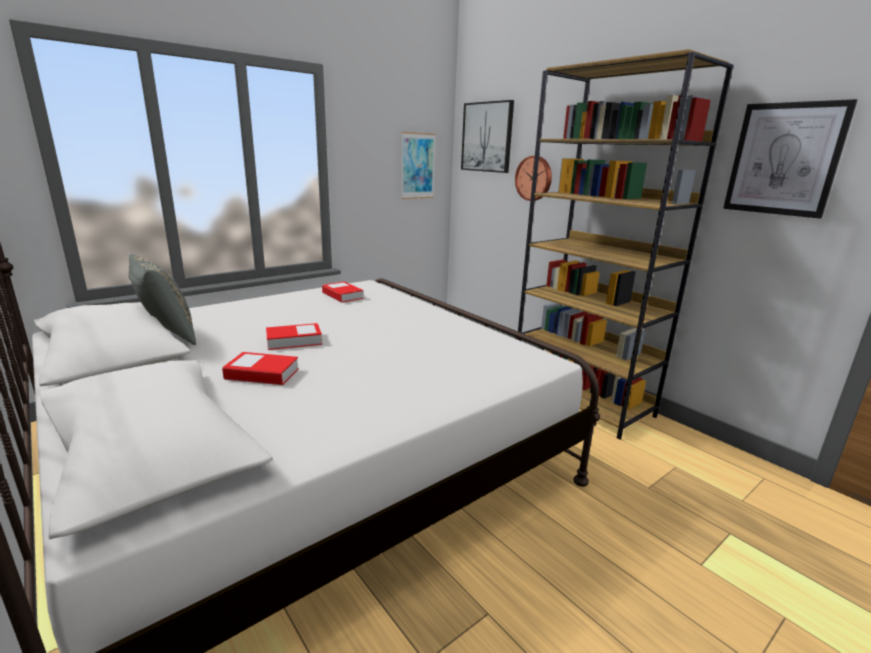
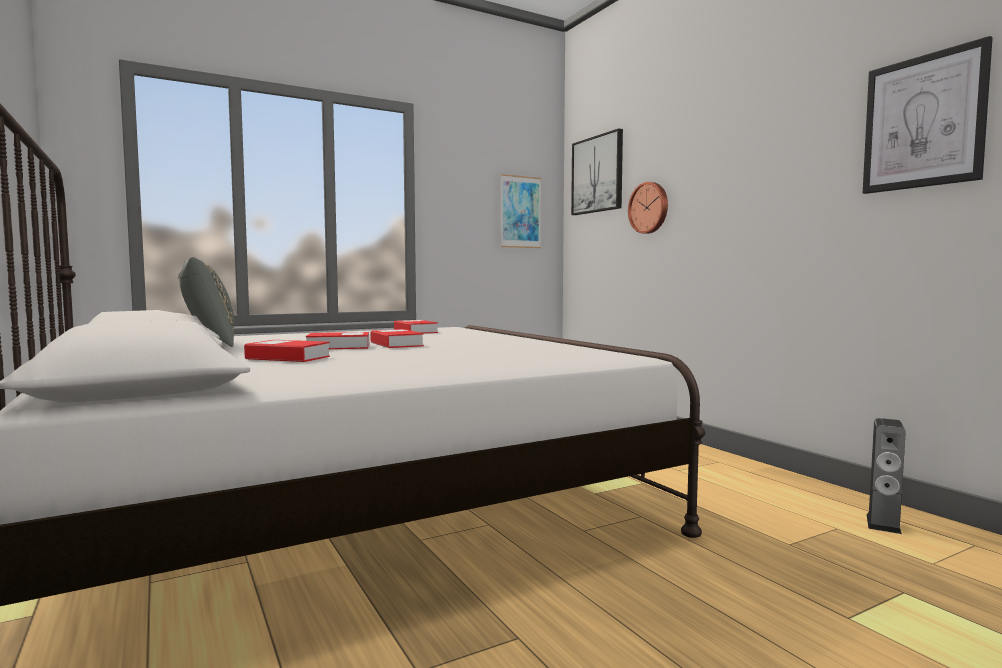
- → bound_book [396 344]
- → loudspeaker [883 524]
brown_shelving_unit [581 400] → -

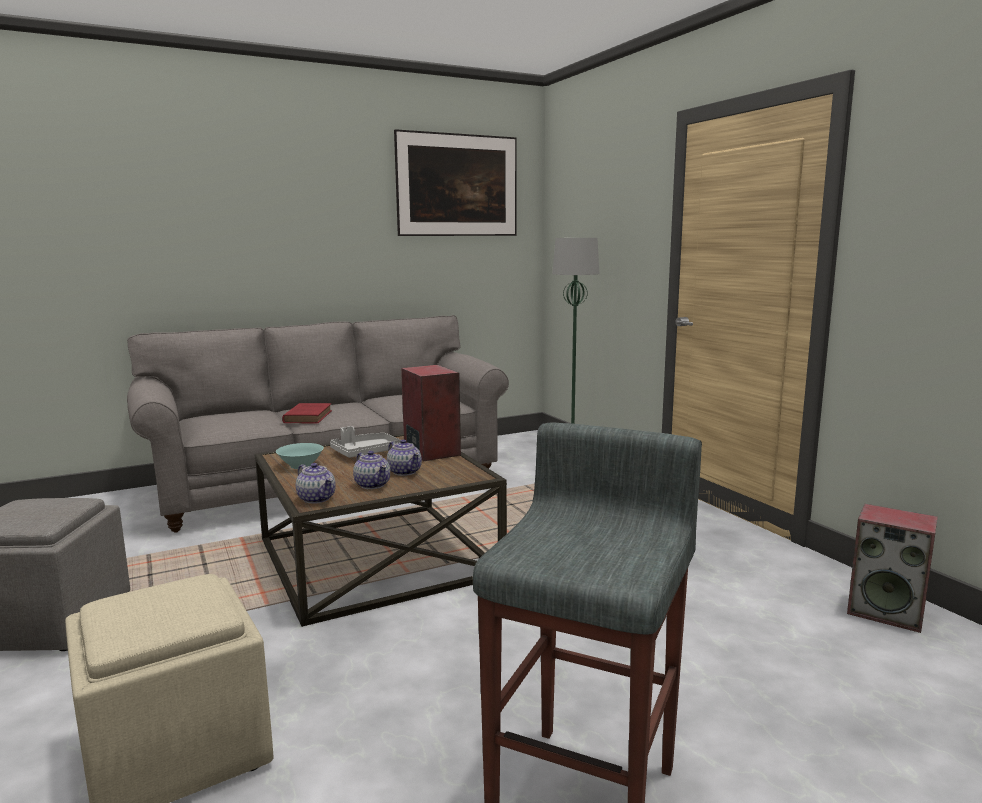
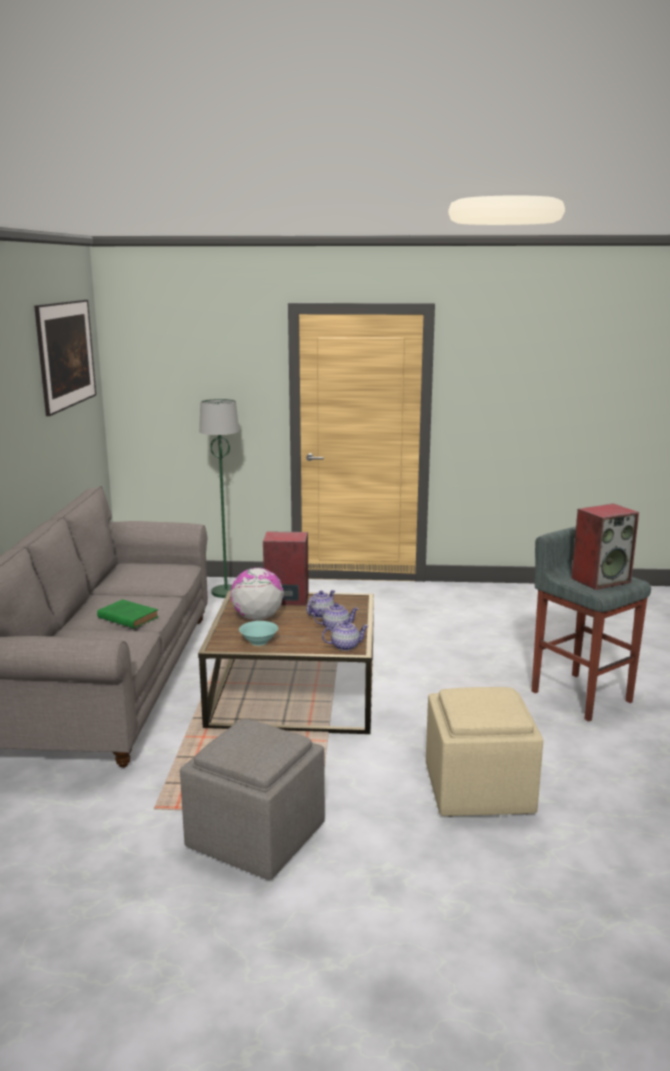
red-coloured_bound_book [308 416] → greenish_bound_book [127 617]
grey_carrying_tray [365 453] → desk_globe [257 618]
pot_for_tea [404 472] → pot_for_tea [320 614], 45 degrees counterclockwise
loudspeaker [887 612] → loudspeaker [601 580], move

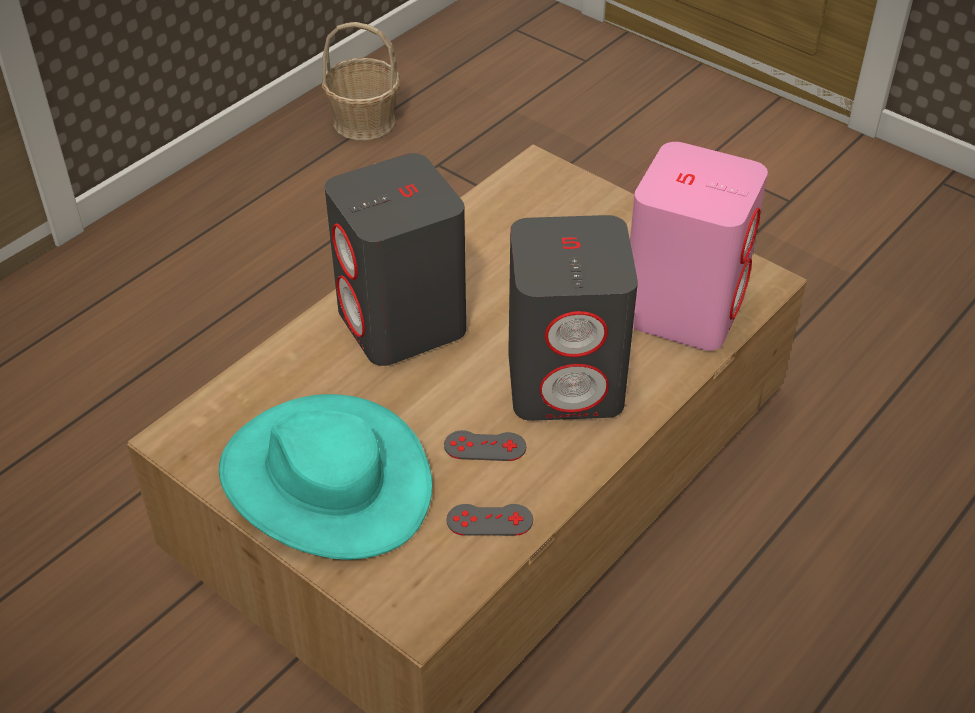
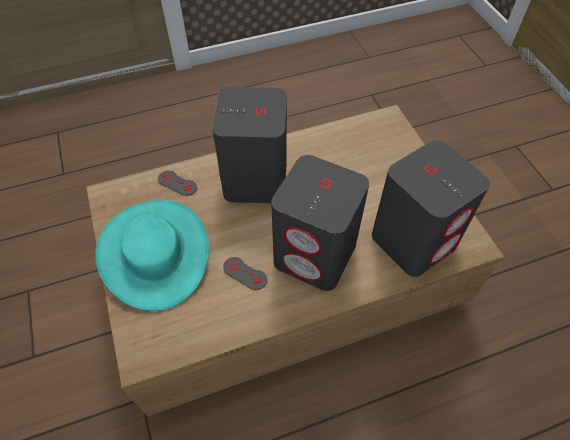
grey_gamepad [489 520] → grey_gamepad [177 183], move
pink-coloured_loudspeaker [684 307] → grey_loudspeaker [414 240]
basket [363 121] → -

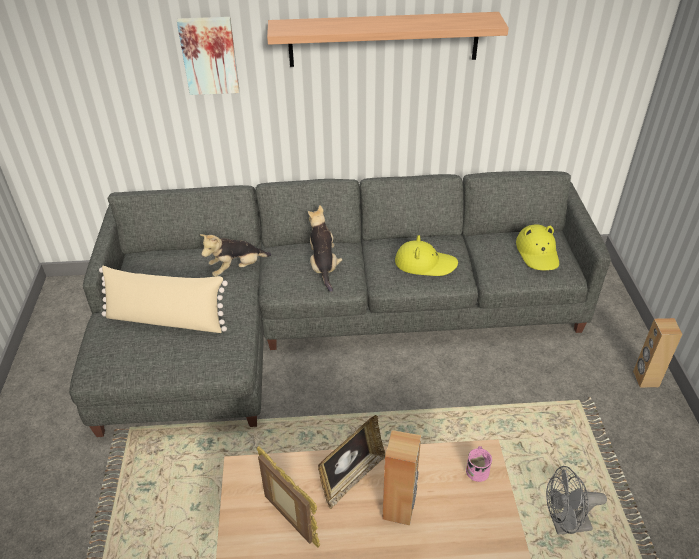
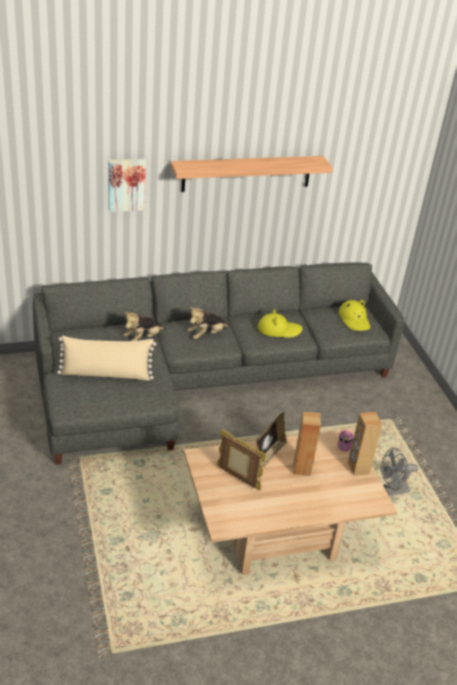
cuddly_toy [323 266] → cuddly_toy [206 334], 105 degrees counterclockwise
brown_loudspeaker [645 379] → brown_loudspeaker [358 468], move

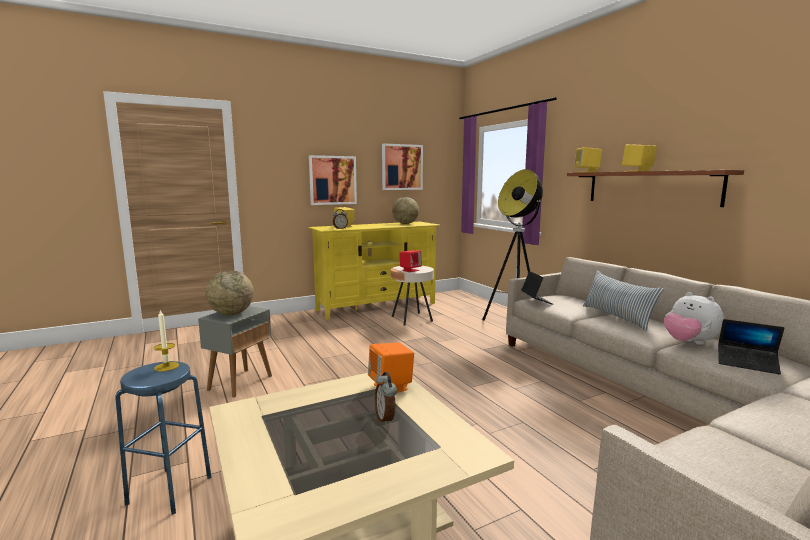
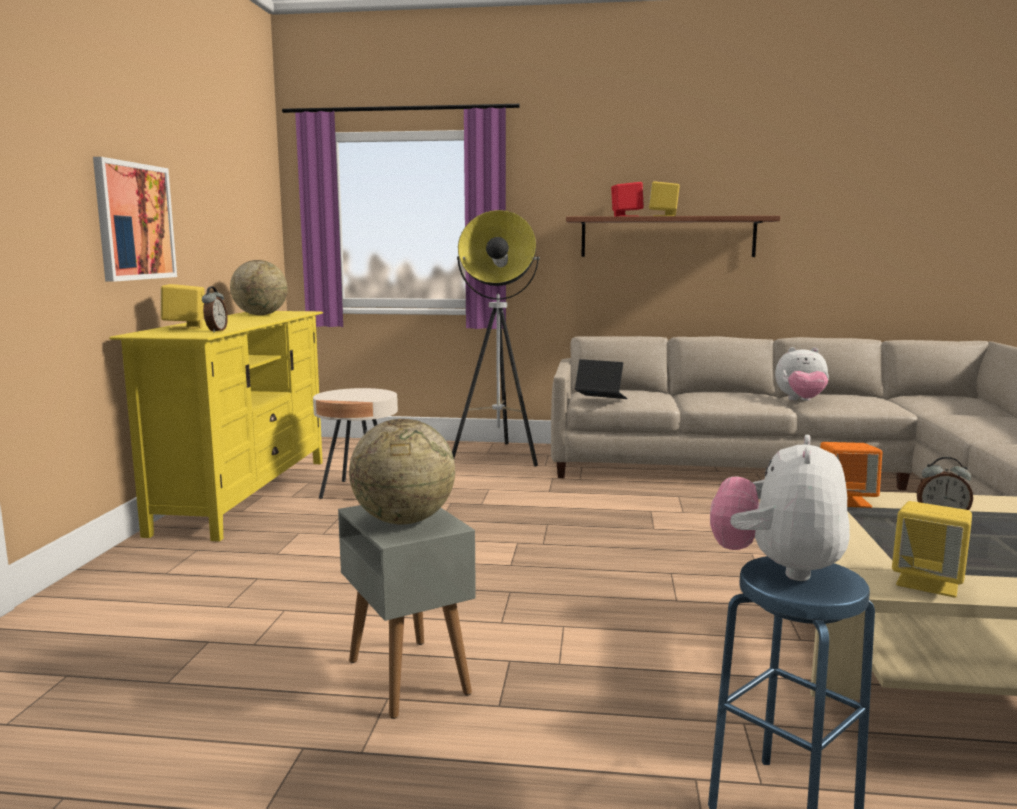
red-coloured_loudspeaker [410 270] → red-coloured_loudspeaker [626 216], move
candle [166 367] → cuddly_toy [777 568]
yellow-coloured_loudspeaker [587 172] → yellow-coloured_loudspeaker [928 583], move
wall_picture [402 167] → -
cushion [617 317] → -
notebook_computer [747 363] → -

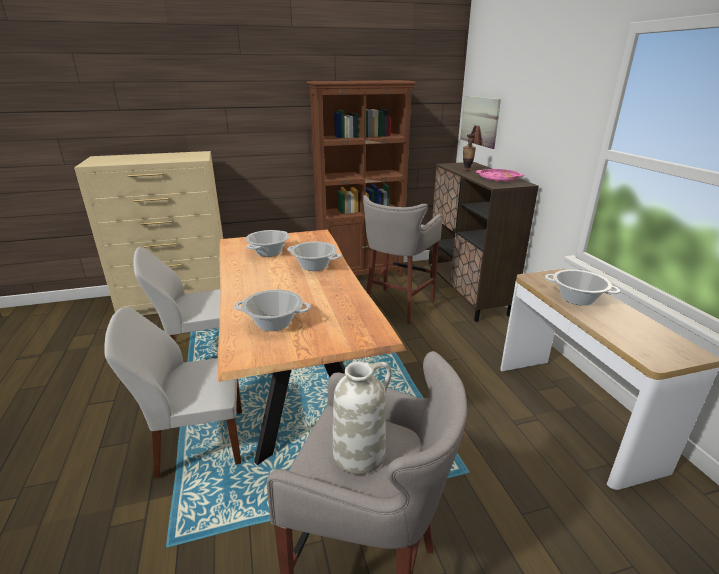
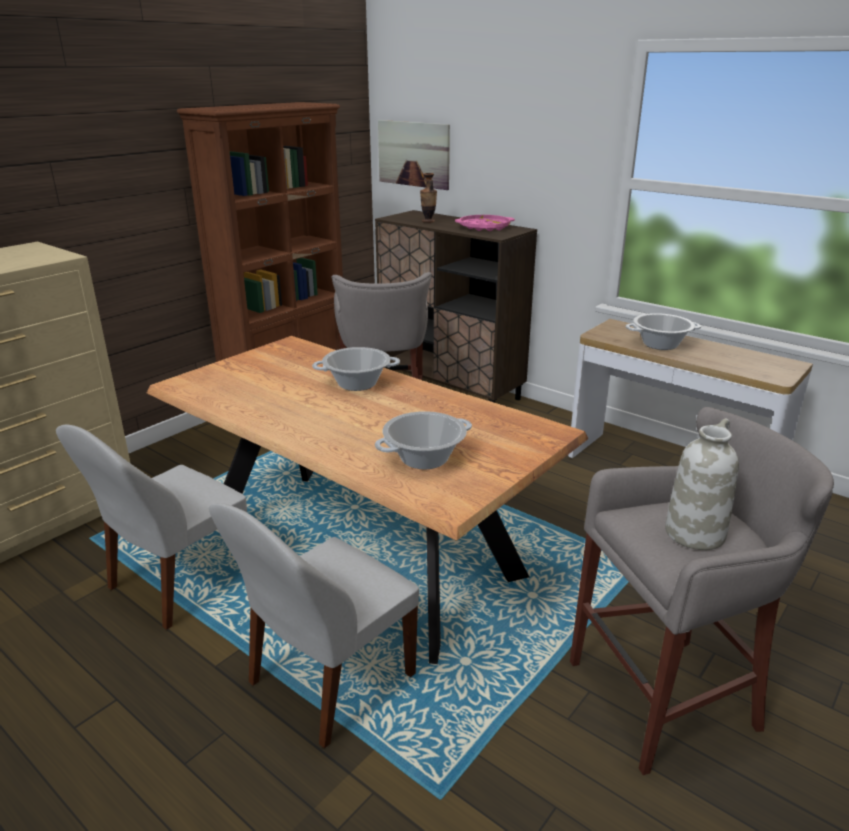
cooking_pot [269 253] → -

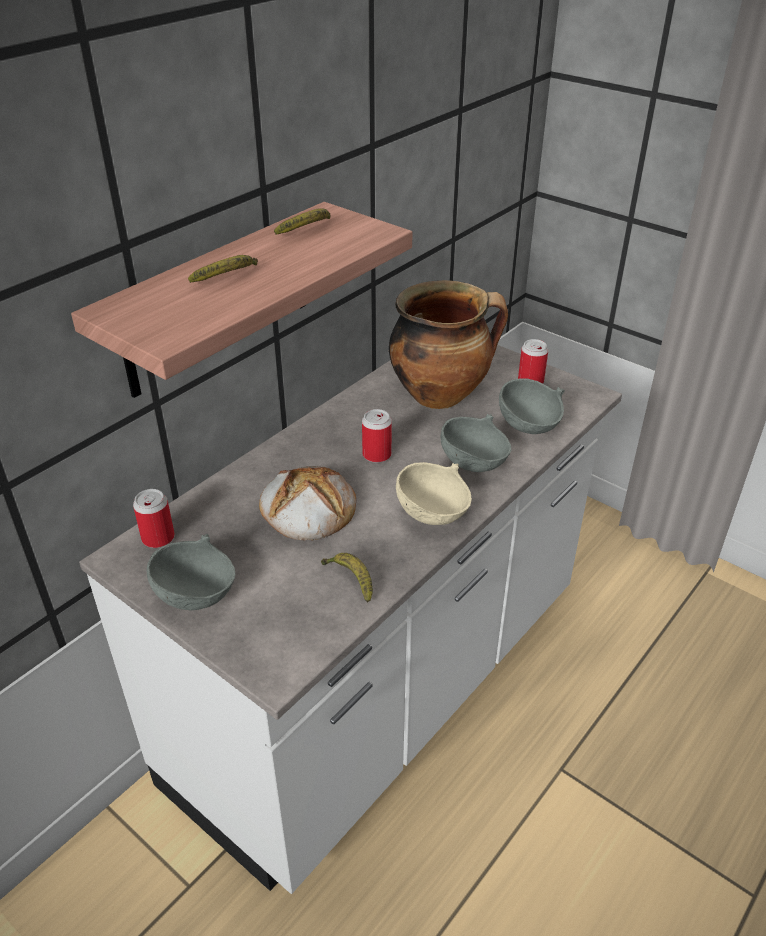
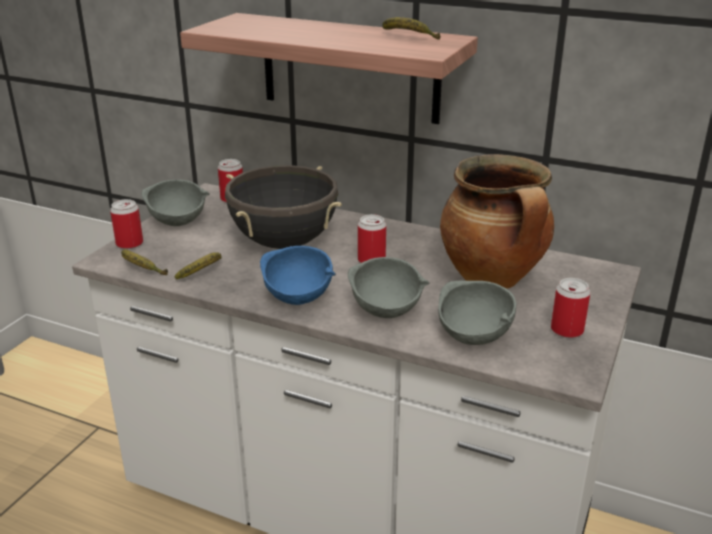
- → can [129 244]
whole_banana [228 278] → whole_banana [141 269], move
bread [307 508] → blackish_cooking_pot [284 242]
sand-coloured_bowl [433 513] → blue-coloured_bowl [298 297]

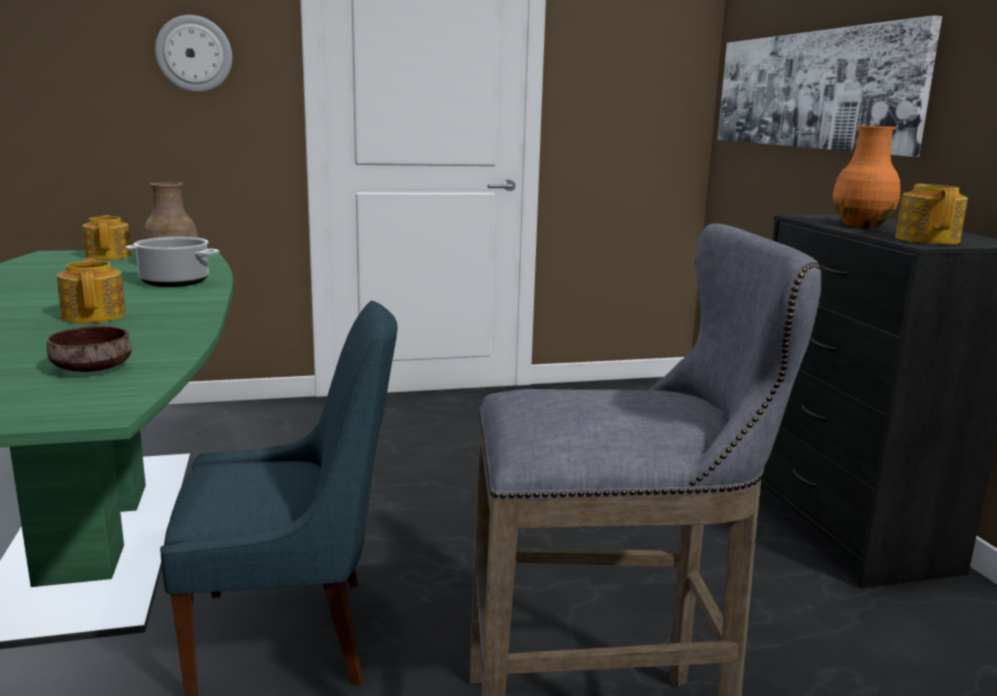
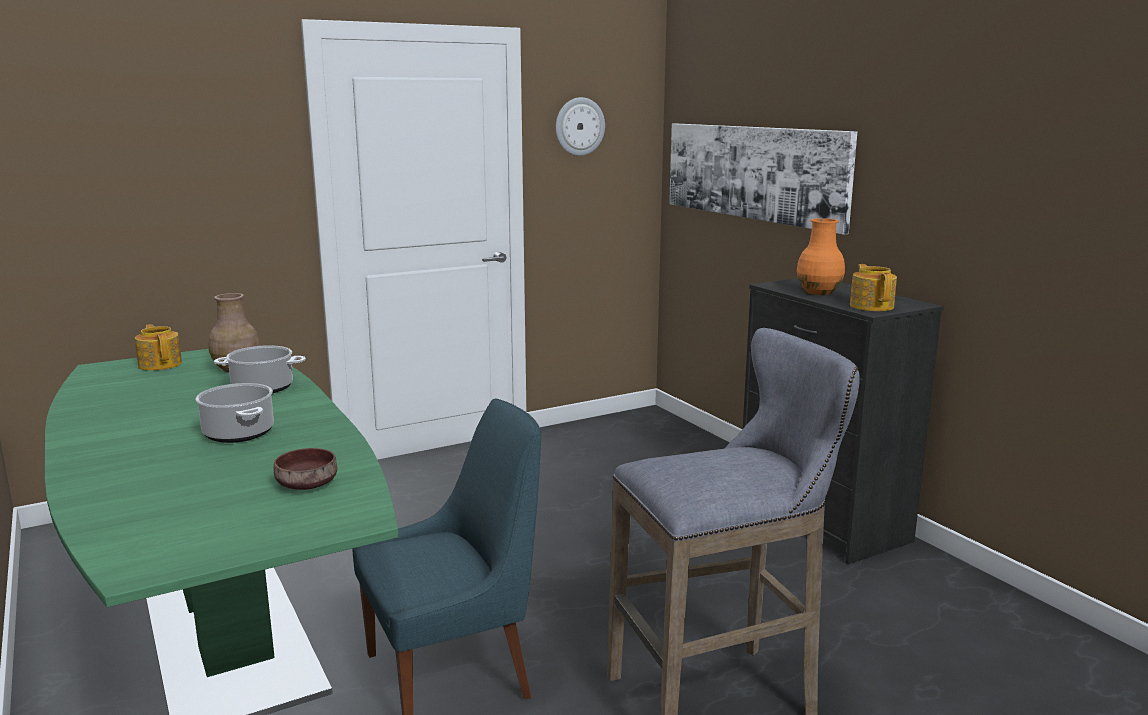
pot_for_tea [95 315] → cooking_pot [239 433]
hanging_clock [194 54] → hanging_clock [579 126], move

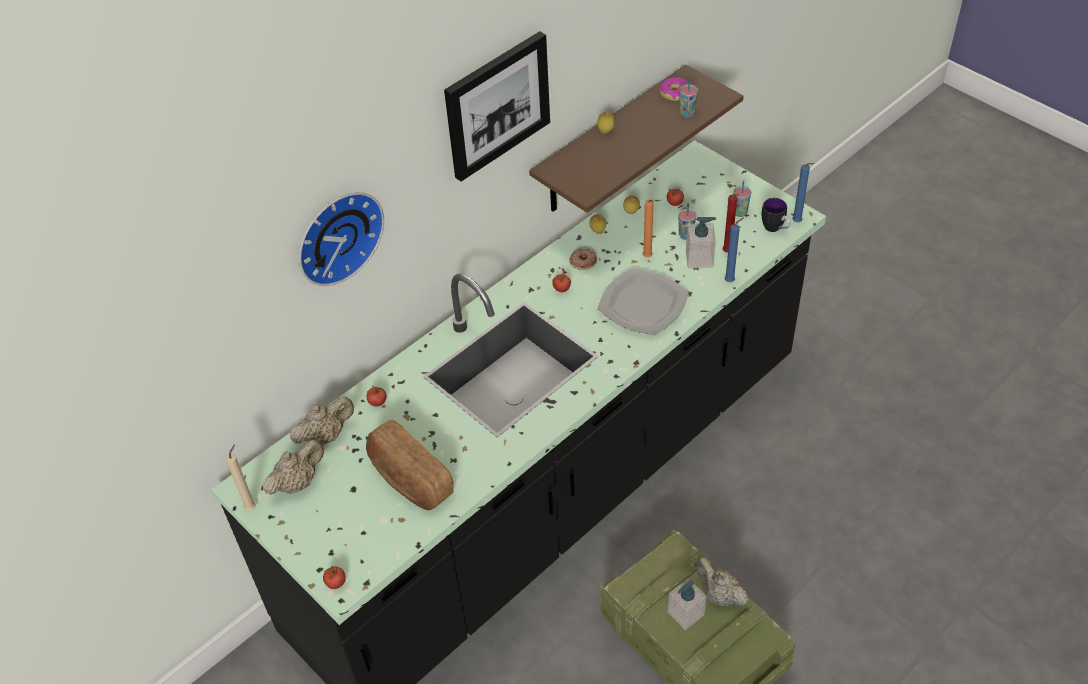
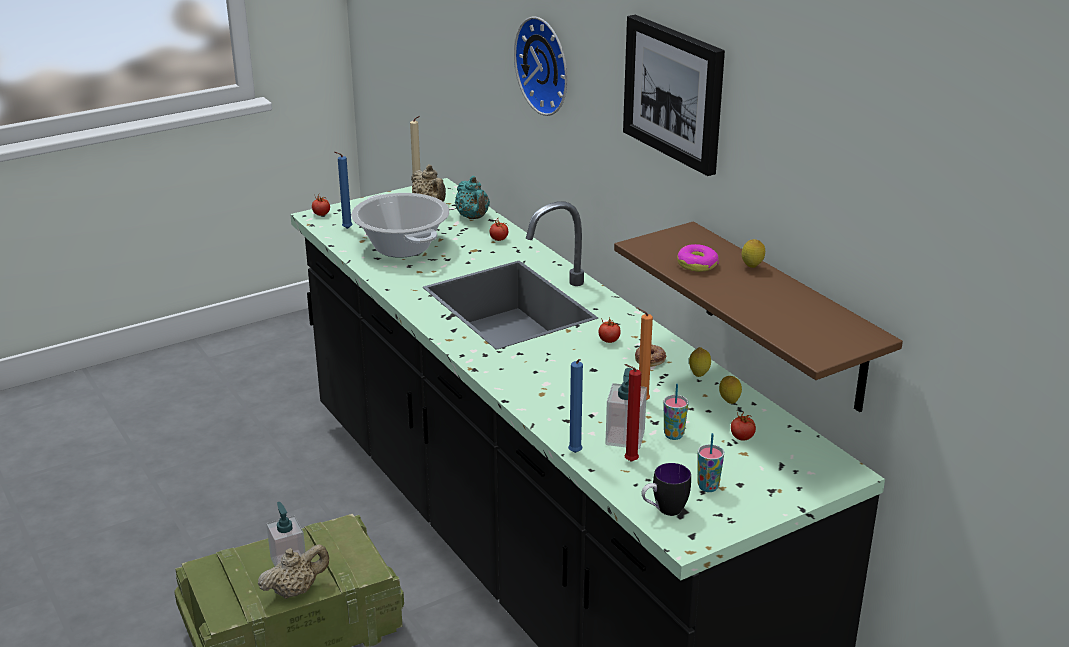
blue-coloured_candle [798 222] → blue-coloured_candle [345 229], move
bread [409 478] → cooking_pot [402 246]
sand-coloured_pot_for_tea [326 436] → turquoise_pot_for_tea [473 217]
ring_doughnut [674 93] → ring_doughnut [697 264], move
dinner_plate [642 304] → -
small_cup [687 114] → -

